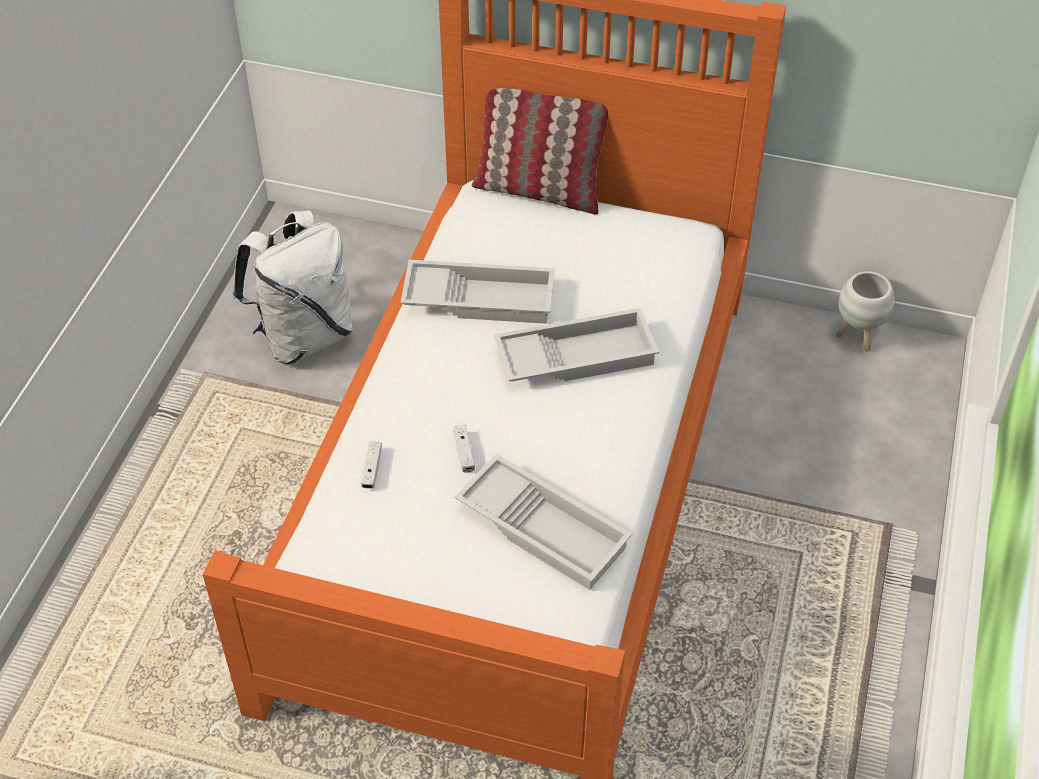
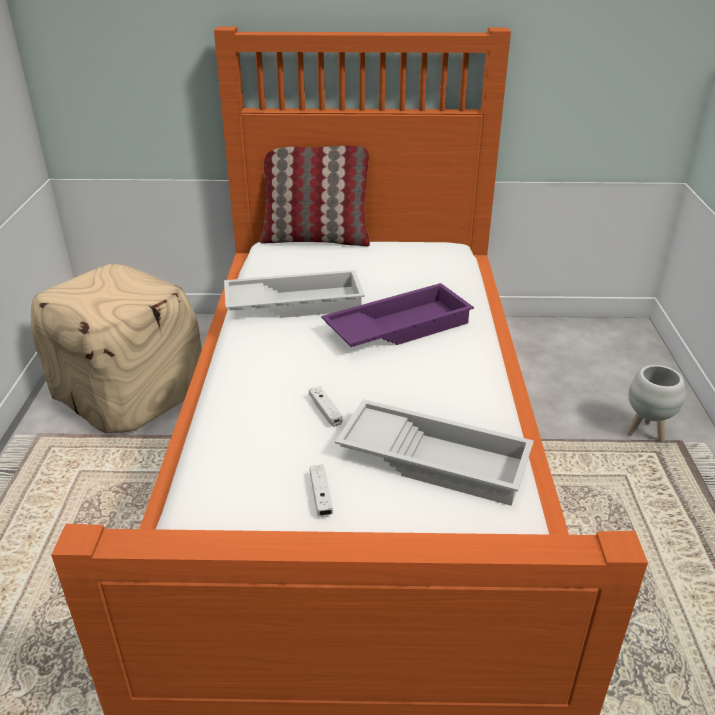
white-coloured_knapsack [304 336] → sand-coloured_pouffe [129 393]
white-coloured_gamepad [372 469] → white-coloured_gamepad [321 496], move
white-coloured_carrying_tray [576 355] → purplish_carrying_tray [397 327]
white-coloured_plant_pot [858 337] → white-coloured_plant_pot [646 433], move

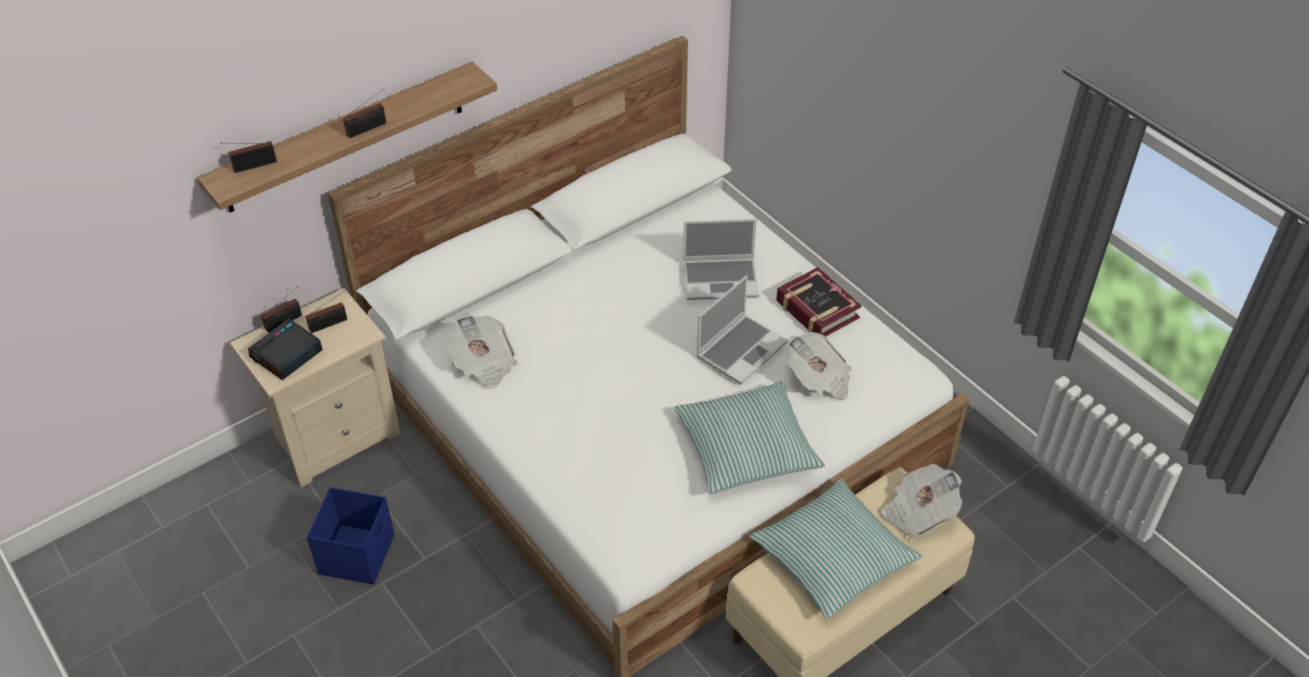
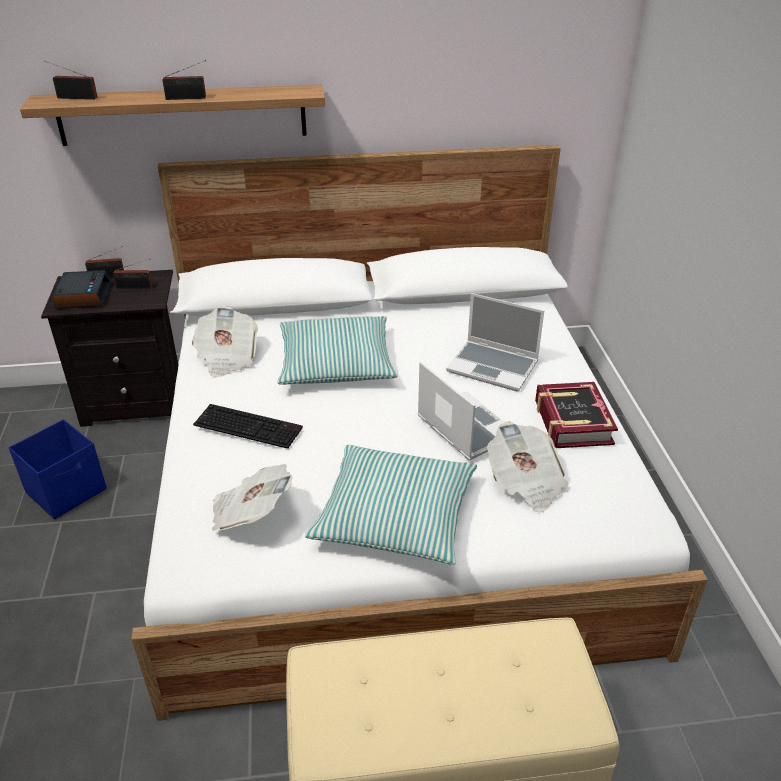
sand-coloured_bedside_table [334 436] → blackish_bedside_table [137 401]
table_clock [286 355] → table_clock [83 296], 105 degrees clockwise
- → keyboard [250 426]
printed_paper [918 512] → printed_paper [251 513], move
cushion [832 557] → cushion [336 363], move
notebook_computer [741 349] → notebook_computer [465 427], 105 degrees counterclockwise

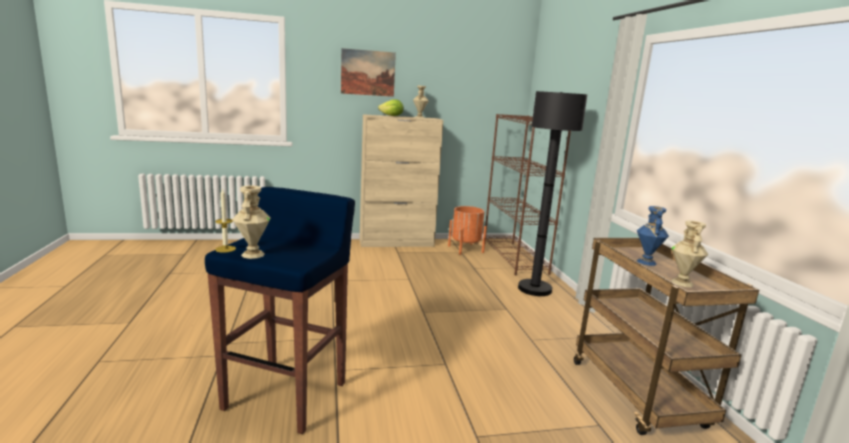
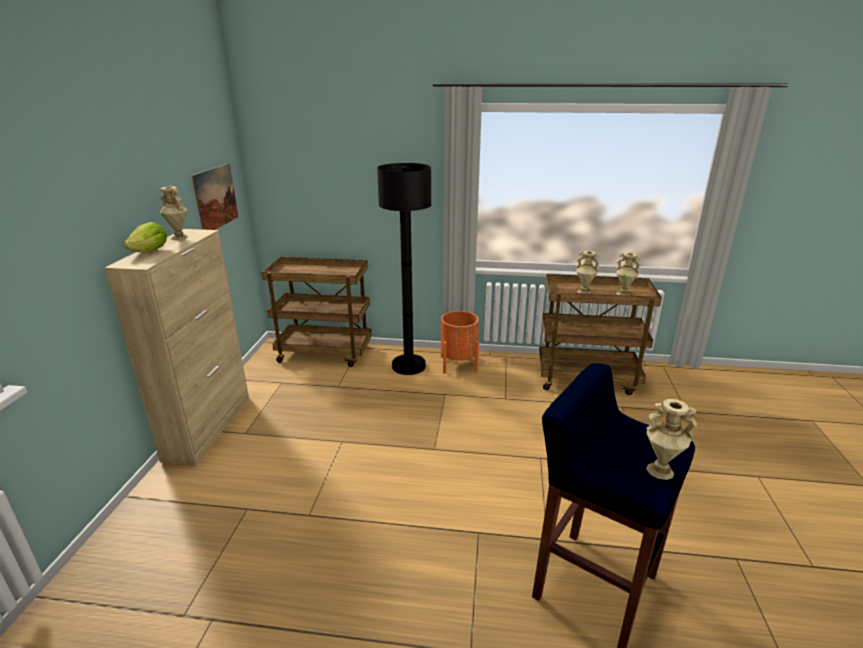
wall_picture [368 73] → wall_picture [216 198], move
brown_shelving_unit [514 257] → brown_cart [325 353]
orange-coloured_plant_pot [465 249] → orange-coloured_plant_pot [458 364], move
blue-coloured_decorative_vase [646 262] → sand-coloured_decorative_vase [583 292]
candle [225 249] → -

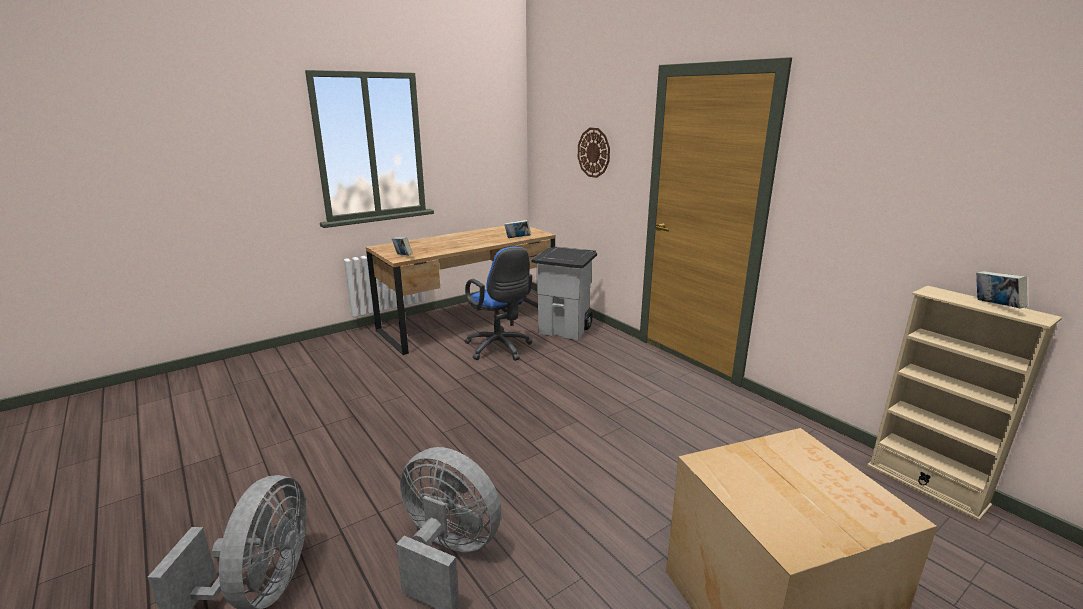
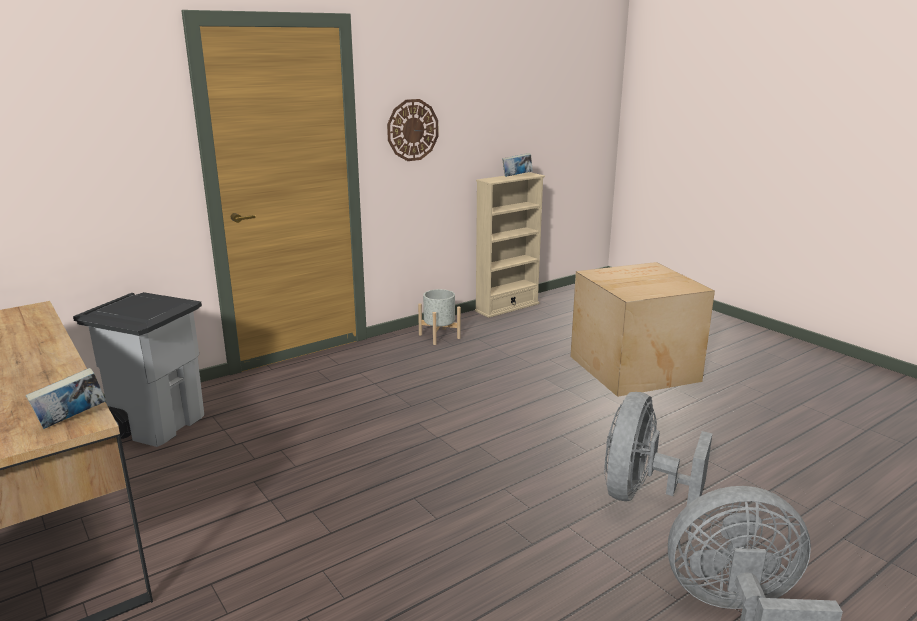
hanging_clock [594 152] → hanging_clock [412 130], move
- → grey_plant_pot [439 336]
blue-coloured_desk_chair [500 349] → -
bound_book [517 238] → -

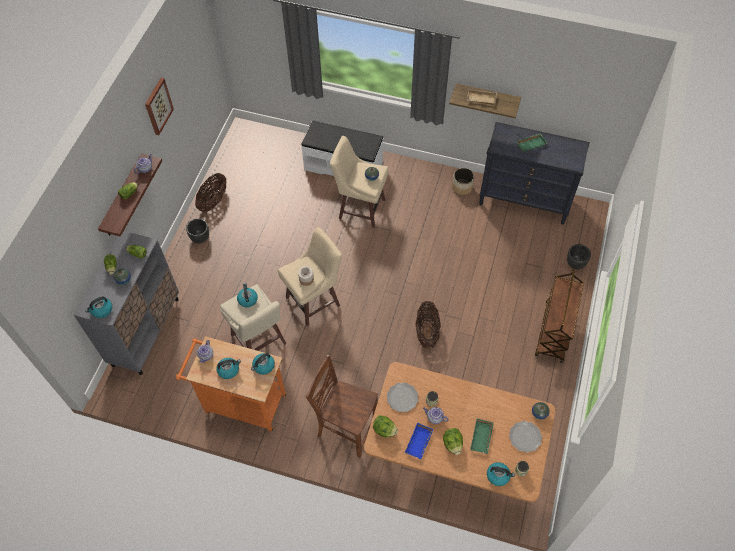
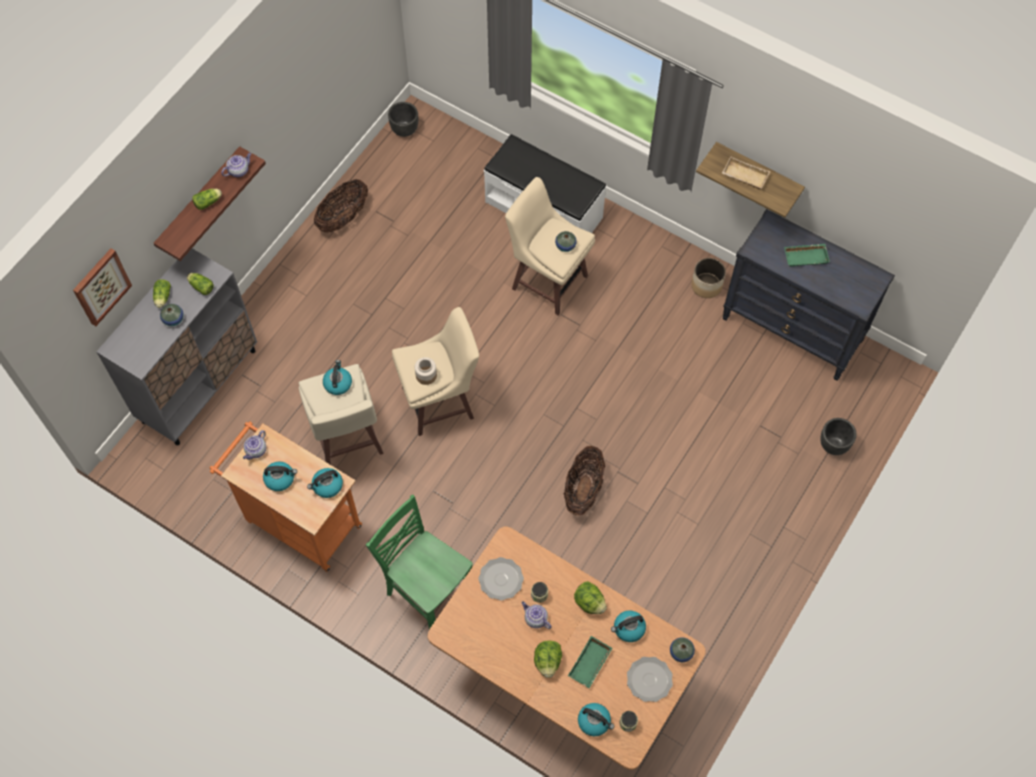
wall_picture [158 106] → wall_picture [101 286], move
brown_chair [346 428] → greenish_chair [428 594]
blackish_plant_pot [200 238] → blackish_plant_pot [404 130], move
head_of_lettuce [384 430] → head_of_lettuce [589 602], move
water_kettle [102 310] → water_kettle [628 629], move
blue-coloured_carrying_tray [419 443] → -
brown_cart [554 332] → -

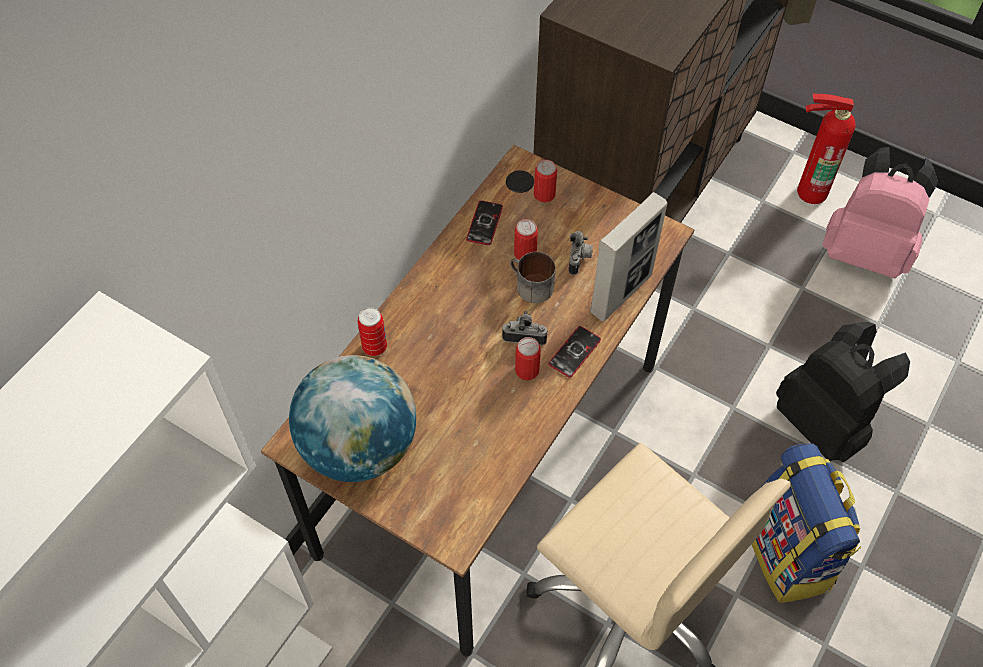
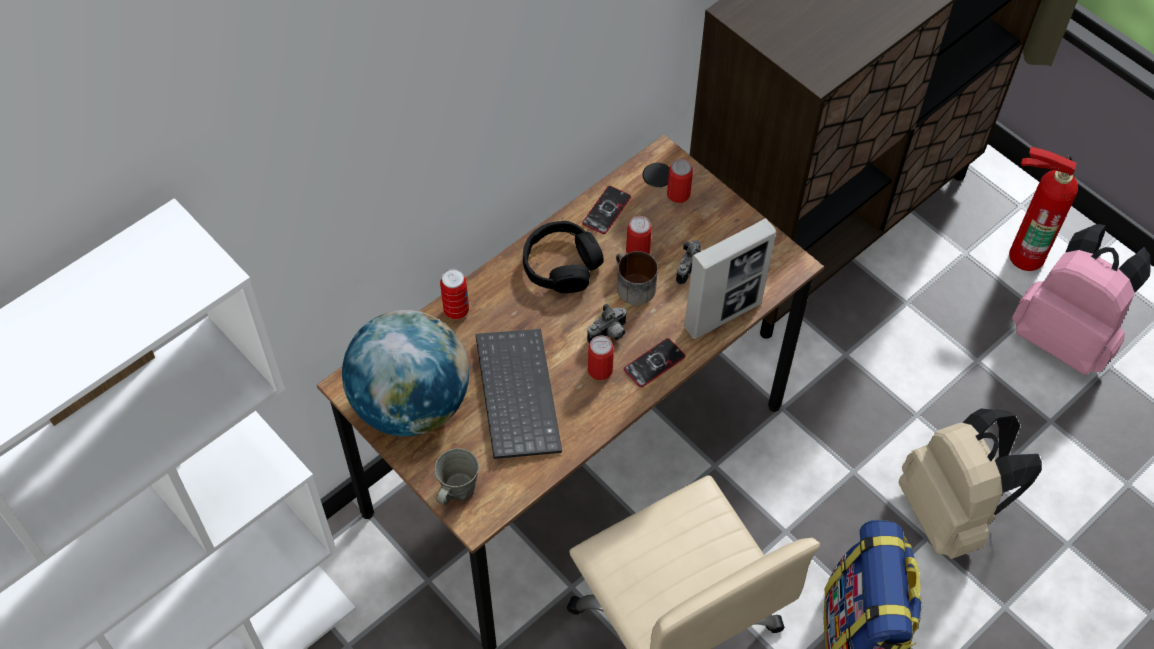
- → grey_mug [457 489]
- → keyboard [514 393]
- → blackish_headphones [561 265]
still_camera [524 336] → still_camera [609 335], 120 degrees clockwise
blackish_knapsack [824 422] → sand-coloured_knapsack [950 513]

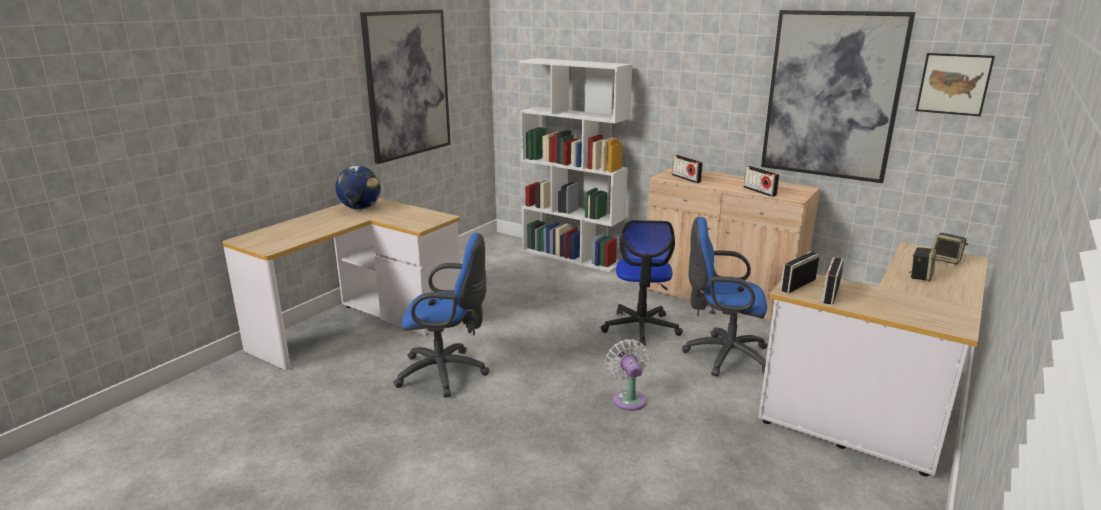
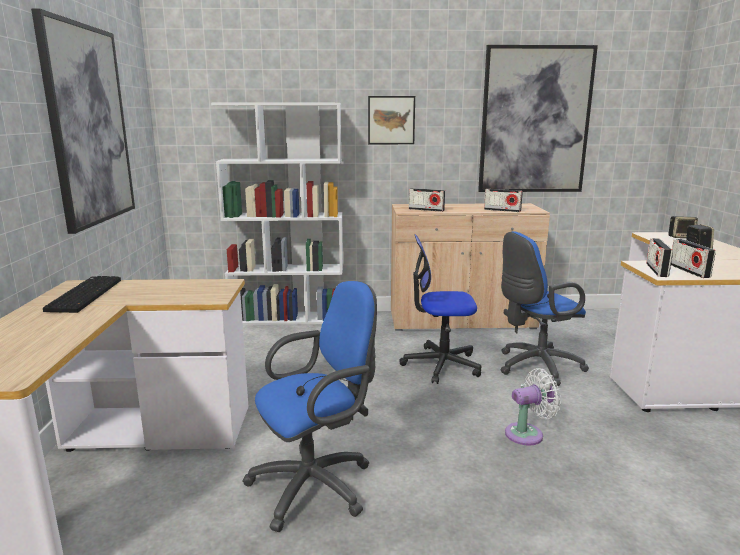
desk_globe [360 208] → keyboard [84 295]
wall_picture [953 84] → wall_picture [391 120], move
desk_chair [641 328] → desk_chair [441 365], 120 degrees clockwise
white-coloured_fan [628 398] → white-coloured_fan [528 434], 120 degrees clockwise

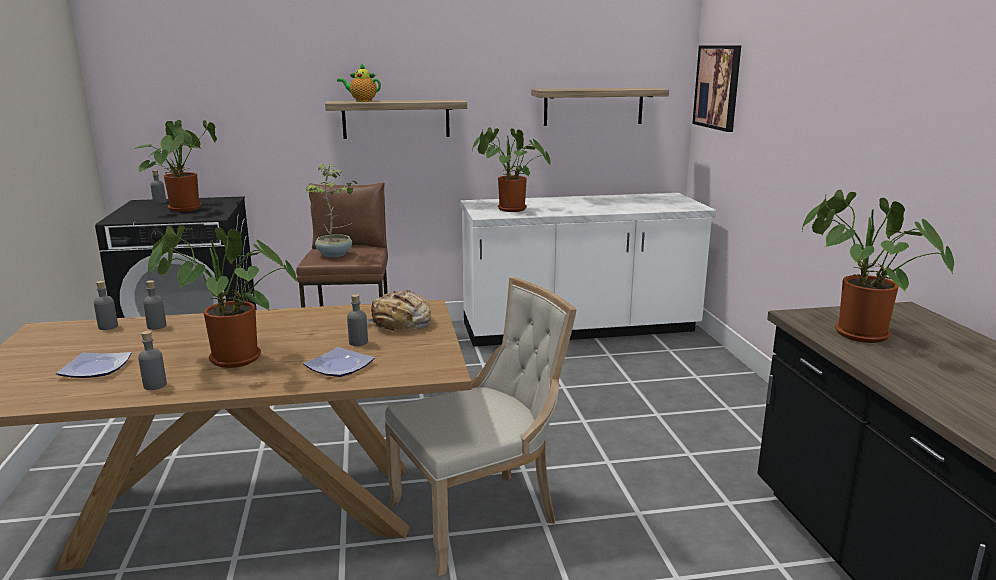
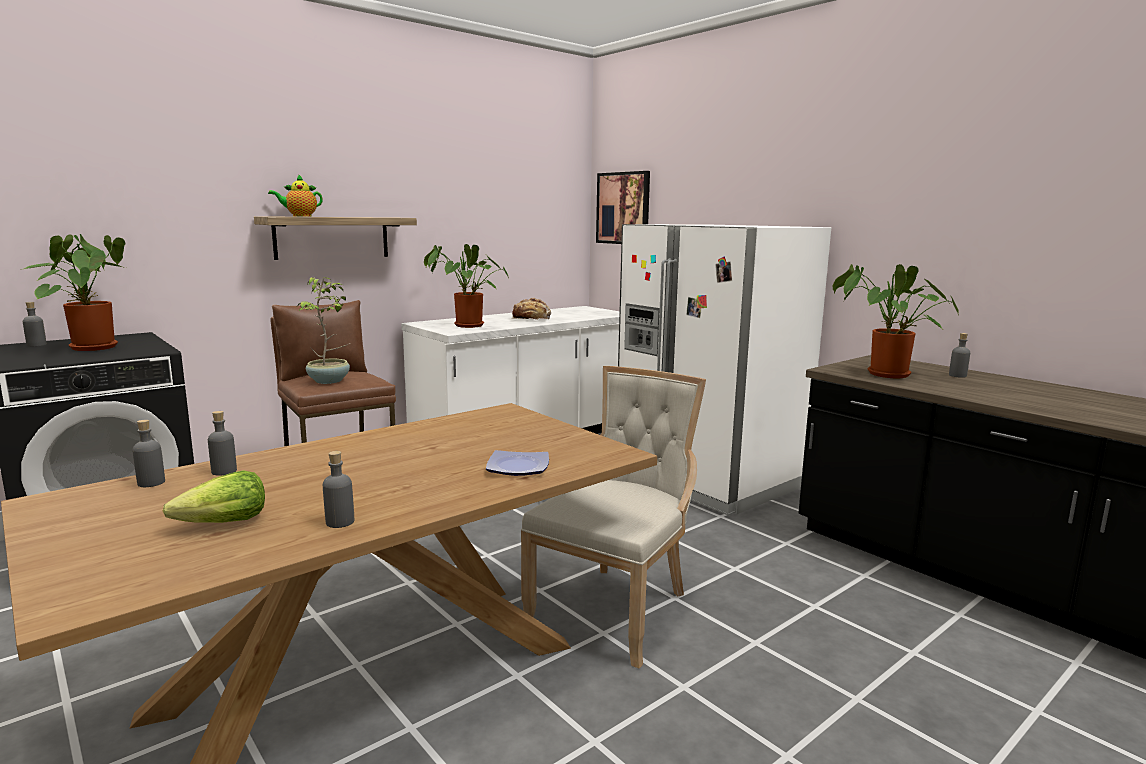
dinner_plate [96 369] → head_of_lettuce [224 524]
bread [401 324] → bread [531 319], move
- → white-coloured_kitchen_fridge [708 479]
grey_beverage_bottle [358 342] → grey_beverage_bottle [957 375], move
houseplant [229 360] → -
bracket_shelf [593 106] → -

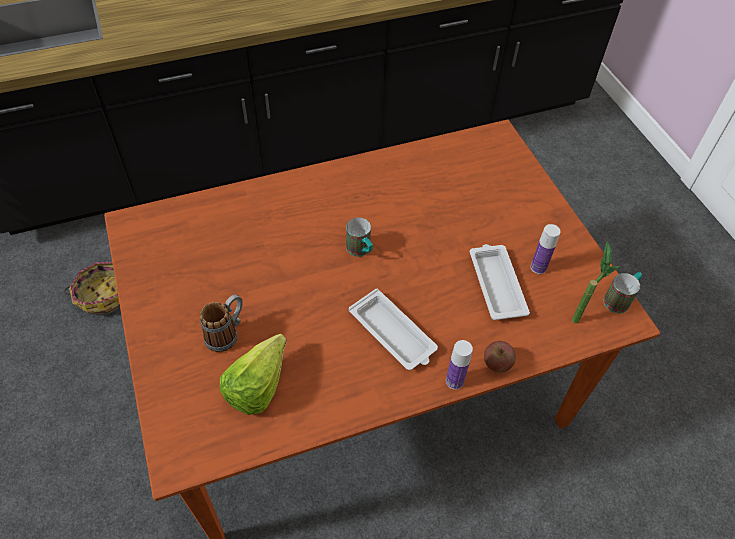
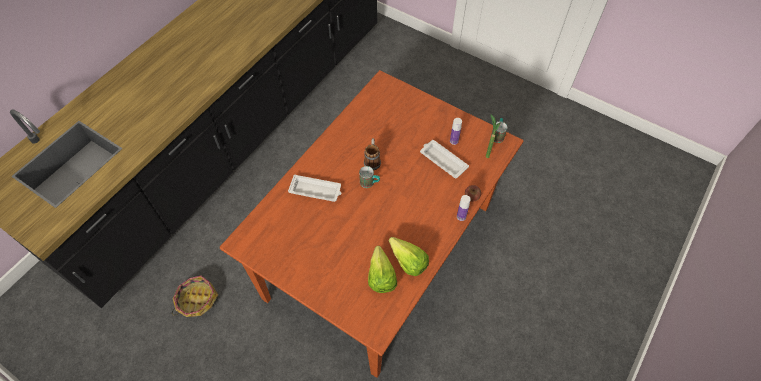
white-coloured_carrying_tray [393 334] → white-coloured_carrying_tray [316 190], move
mug [227 333] → mug [372 160], move
- → head_of_lettuce [406 259]

